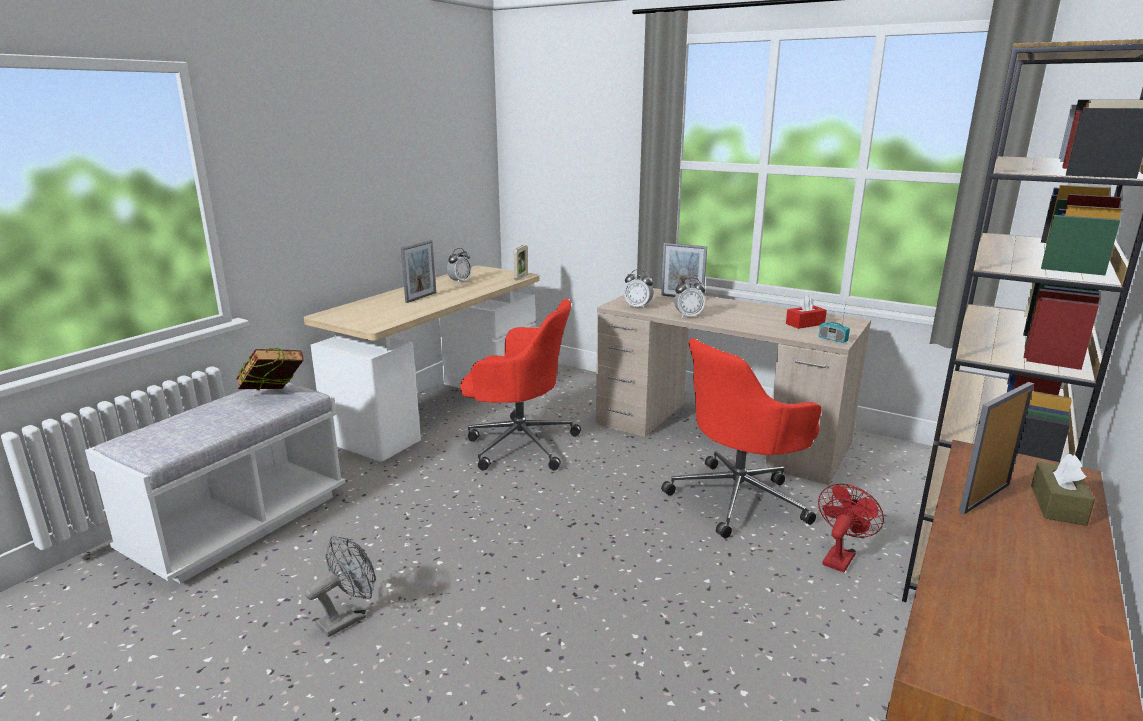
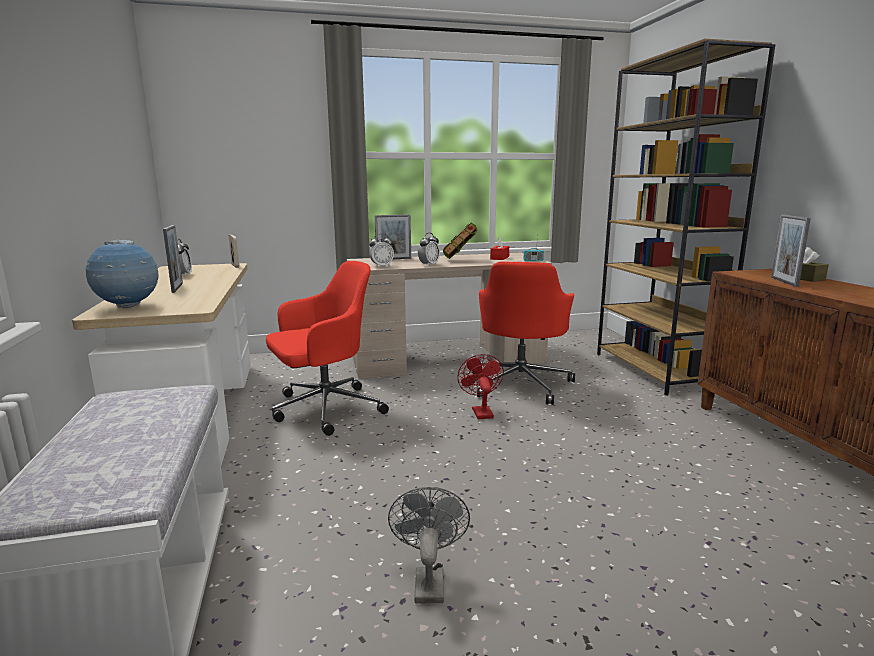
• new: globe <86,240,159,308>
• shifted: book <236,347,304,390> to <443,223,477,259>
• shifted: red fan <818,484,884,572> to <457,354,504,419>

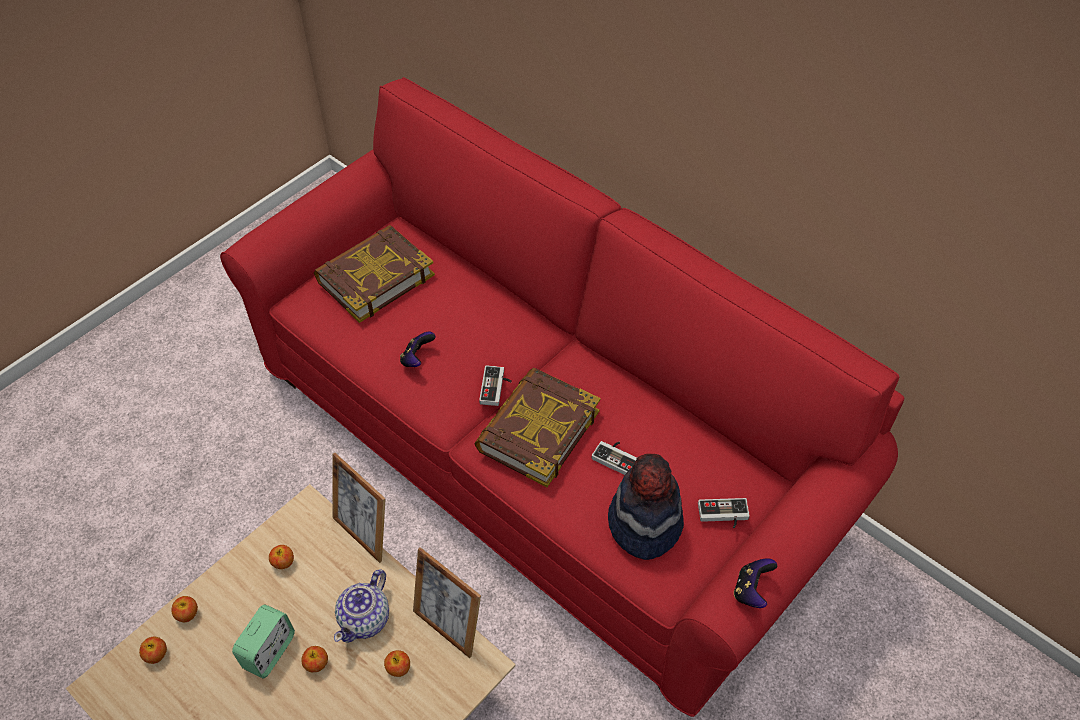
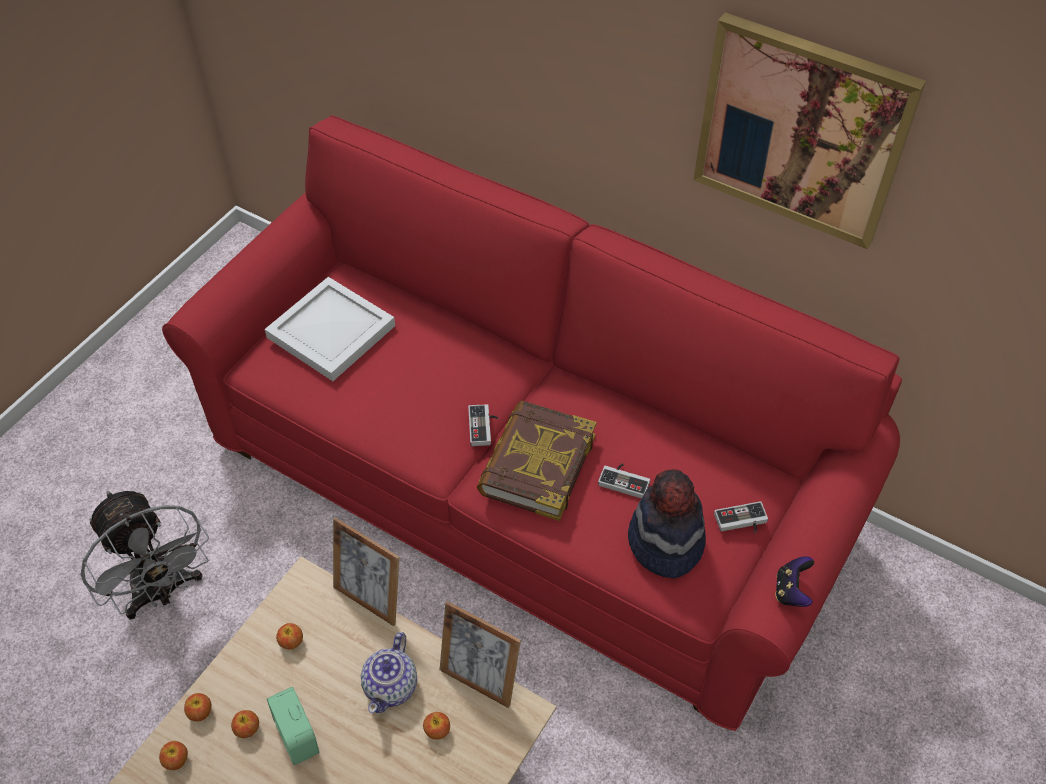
• new: grey fan <80,491,209,620>
• shifted: apple <301,646,328,672> to <231,710,259,738>
• swapped: book <314,225,435,323> to white tray <265,277,395,381>
• rotated: alarm clock <232,604,295,679> = <267,687,319,765> 135 degrees clockwise
• new: picture <694,12,926,249>
• gone: game controller <400,332,436,367>

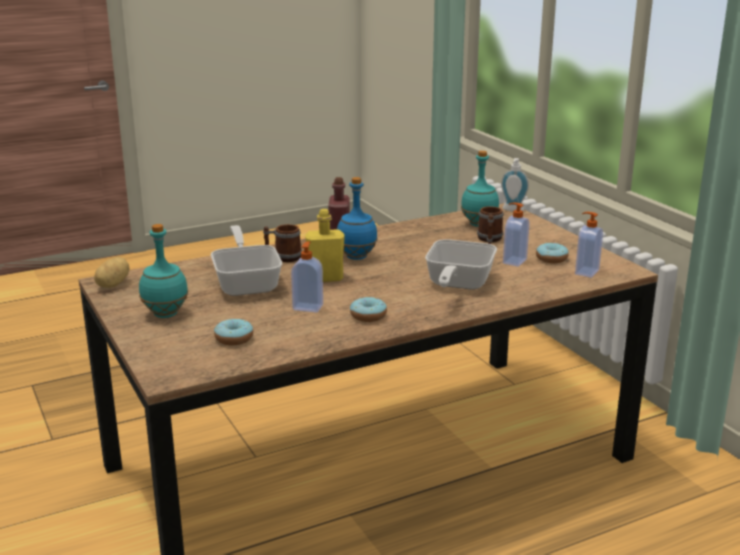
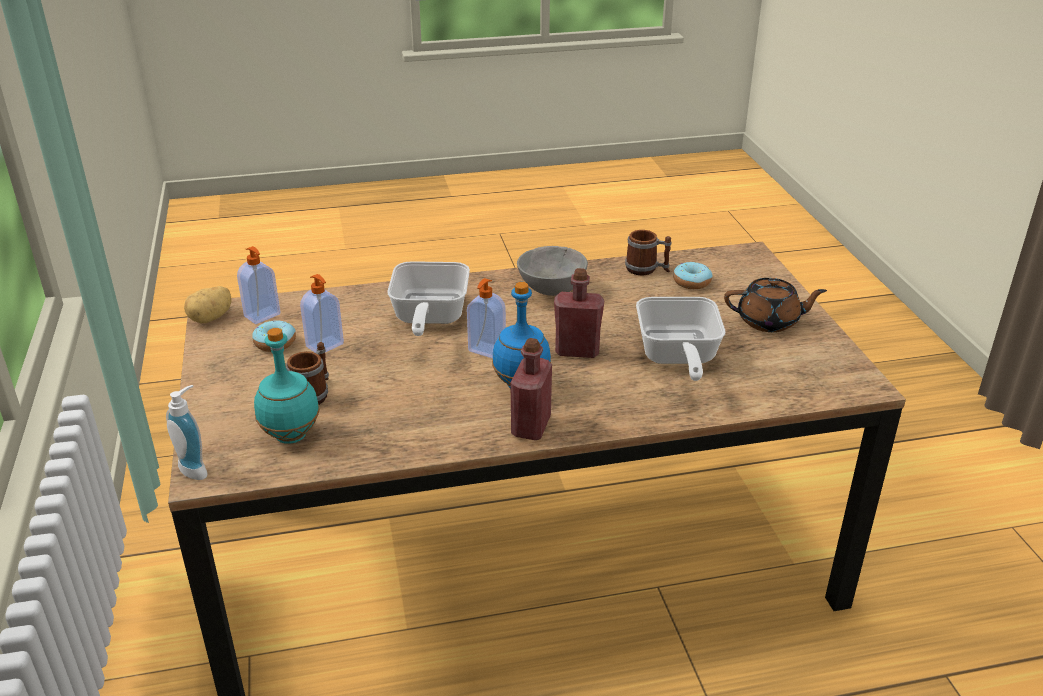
• shifted: potato <94,257,130,288> to <184,286,231,323>
• rotated: frying pan <425,239,497,290> = <387,261,470,336> 150 degrees clockwise
• shifted: soap dispenser <291,241,323,313> to <467,278,506,359>
• swapped: donut <350,297,387,322> to grey bowl <517,246,588,296>
• repainted: yellow bottle <305,209,345,282> to red bottle <554,268,604,358>
• shifted: mug <263,224,302,262> to <625,230,671,275>
• swapped: turquoise bottle <139,224,188,318> to brown teapot <724,278,827,332>

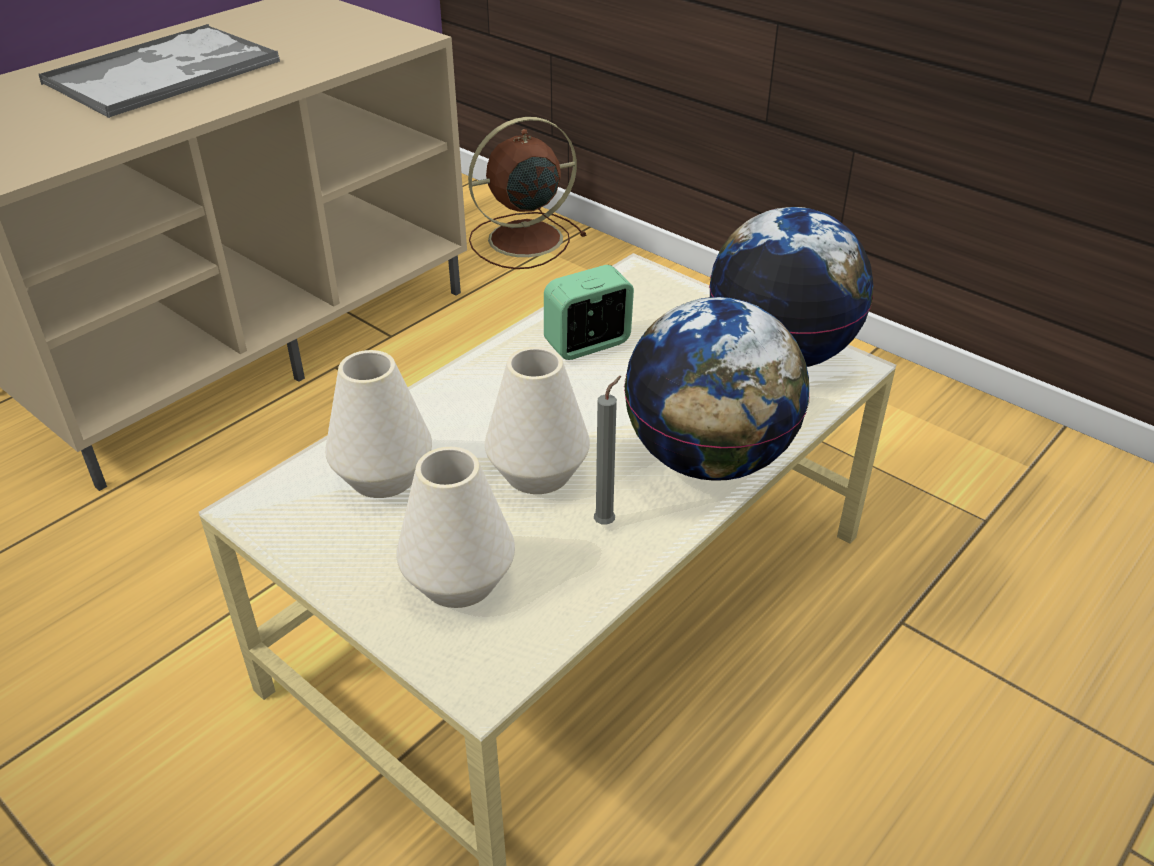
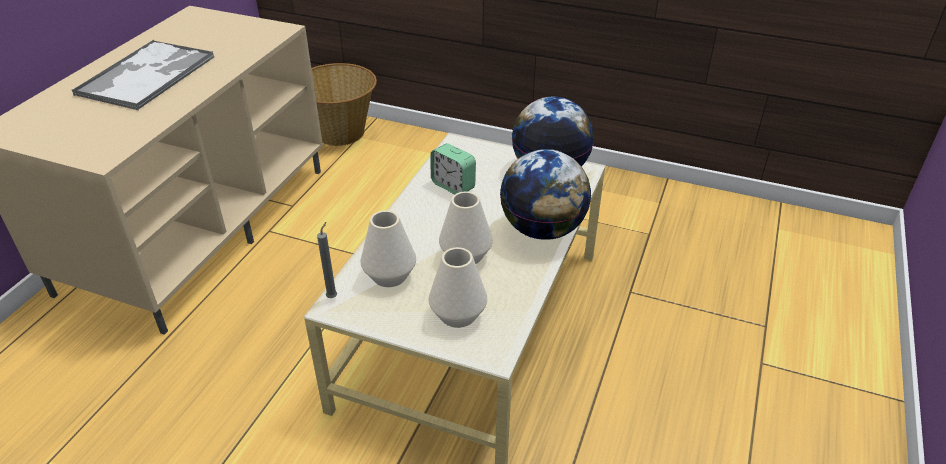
• swapped: brown fan <468,117,587,269> to basket <311,63,377,146>
• shifted: grey candle <594,376,621,525> to <317,222,337,298>
• rotated: alarm clock <544,265,634,360> = <430,143,476,194> 90 degrees counterclockwise

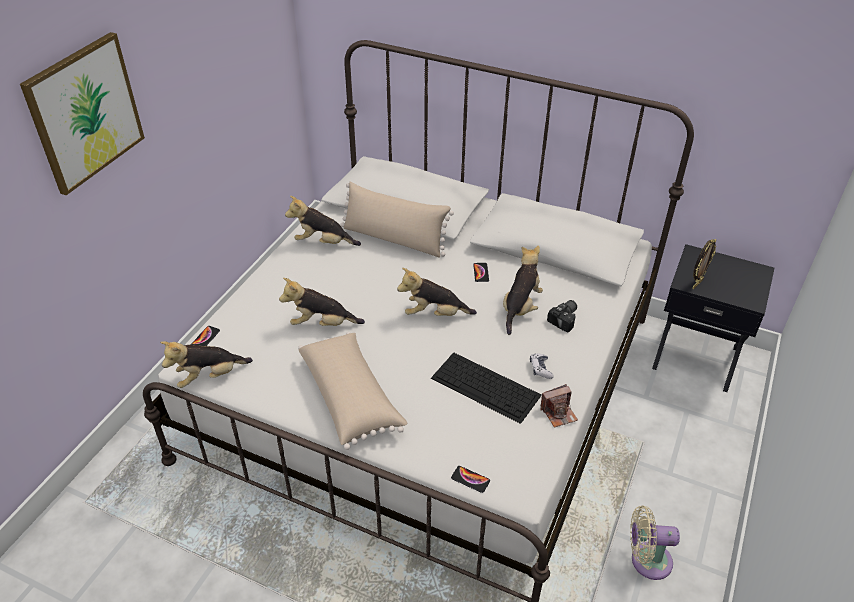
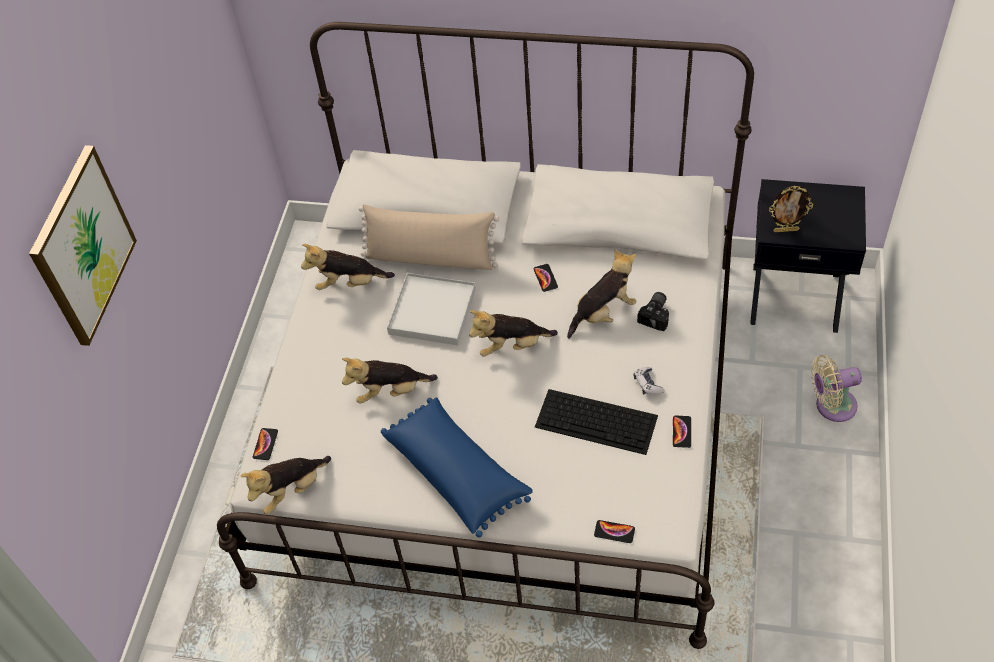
• repainted: beige pillow <298,332,407,450> to blue pillow <381,397,533,537>
• new: white tray <387,273,476,345>
• rotated: plush toy <503,245,543,335> = <567,249,636,339> 45 degrees clockwise
• swapped: photo camera <541,384,578,428> to phone <673,416,691,448>
• rotated: picture frame <692,239,716,289> = <769,186,813,233> 60 degrees clockwise
• shifted: beige fan <630,505,680,580> to <811,355,862,422>

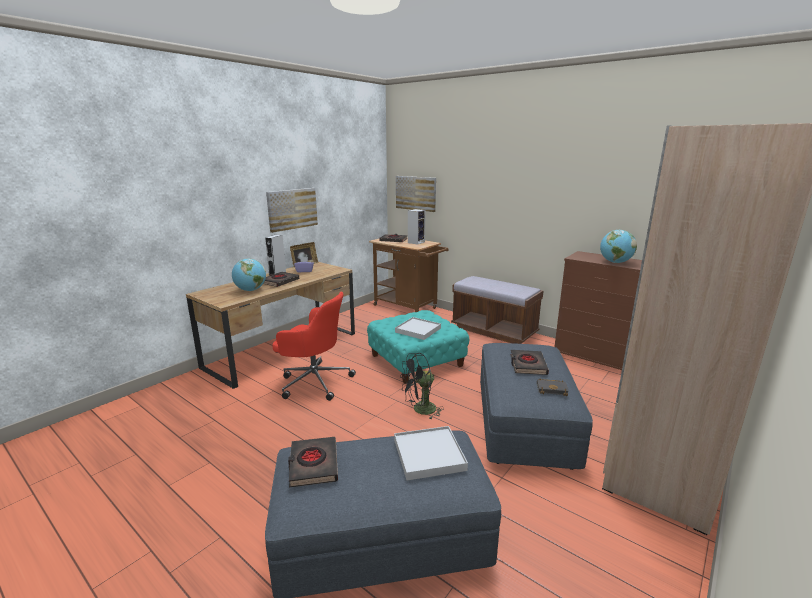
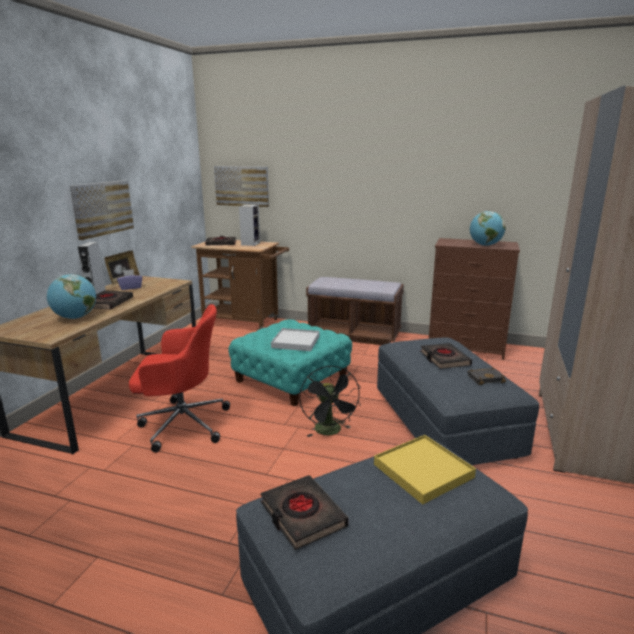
• rotated: black fan <400,353,444,420> = <299,366,361,437> 60 degrees counterclockwise
• repainted: white tray <394,426,468,480> to yellow tray <374,435,476,505>

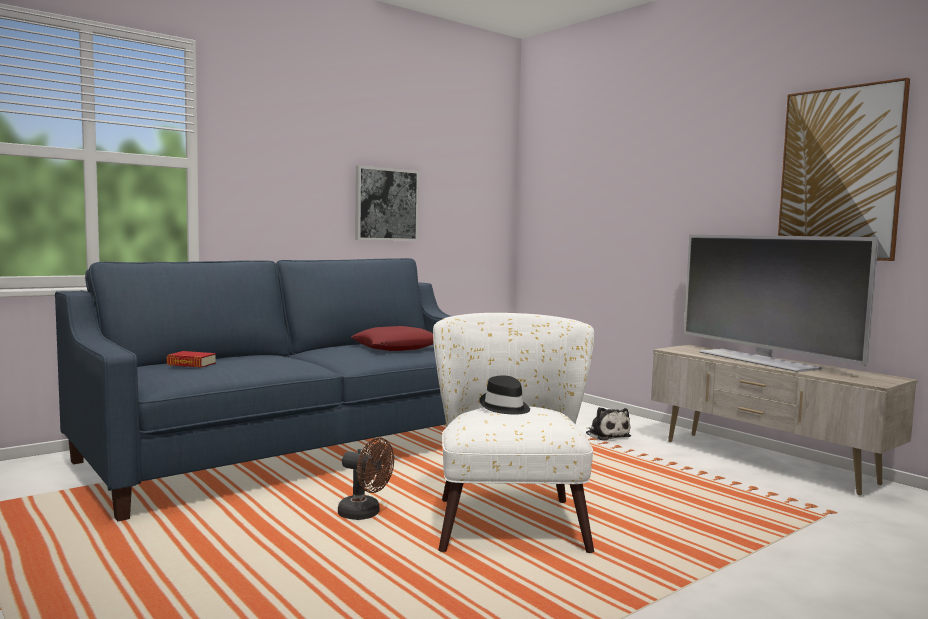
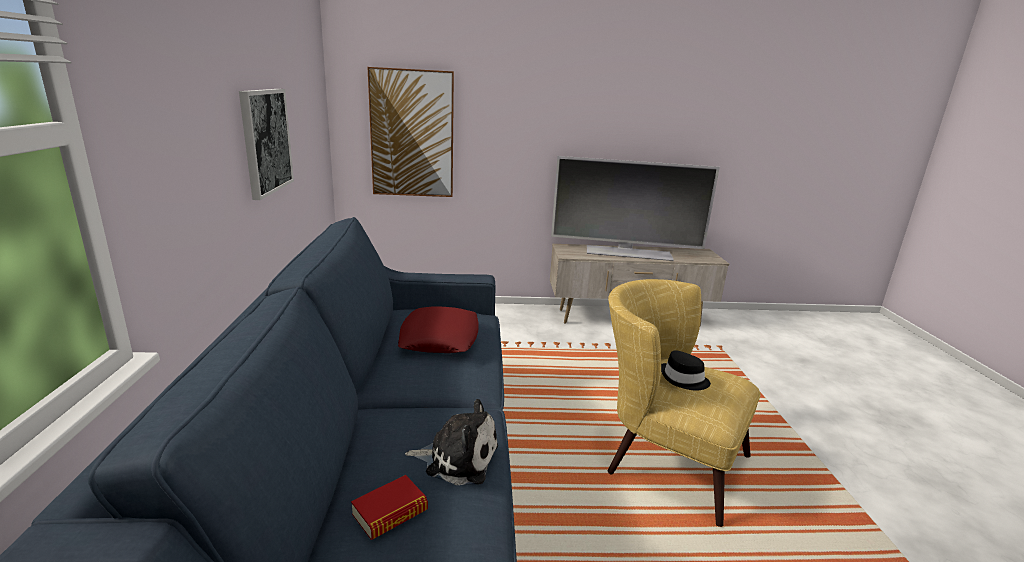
• shifted: picture <778,78,910,261> to <367,67,454,197>
• shifted: plush toy <586,407,631,441> to <405,399,498,485>
• repainted: white armchair <433,313,594,553> to yellow armchair <608,279,761,527>
• gone: brown fan <338,438,394,520>

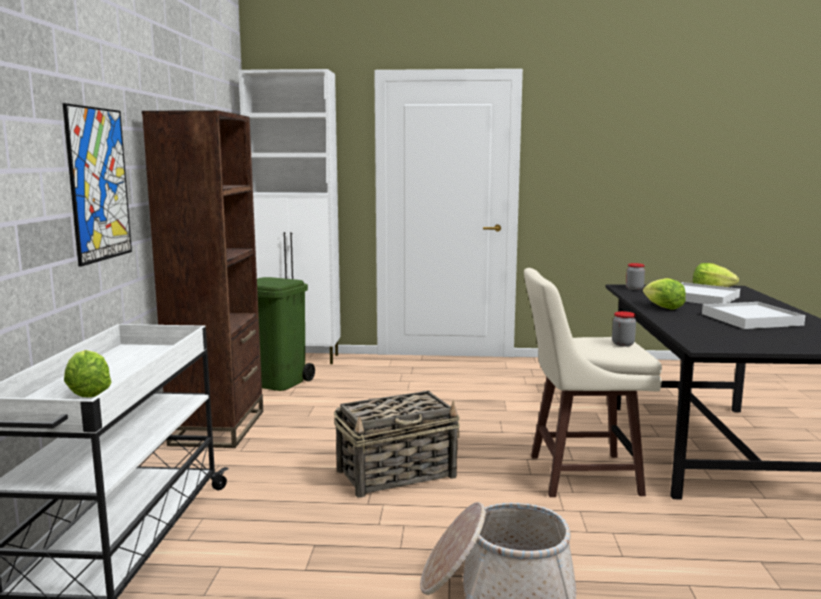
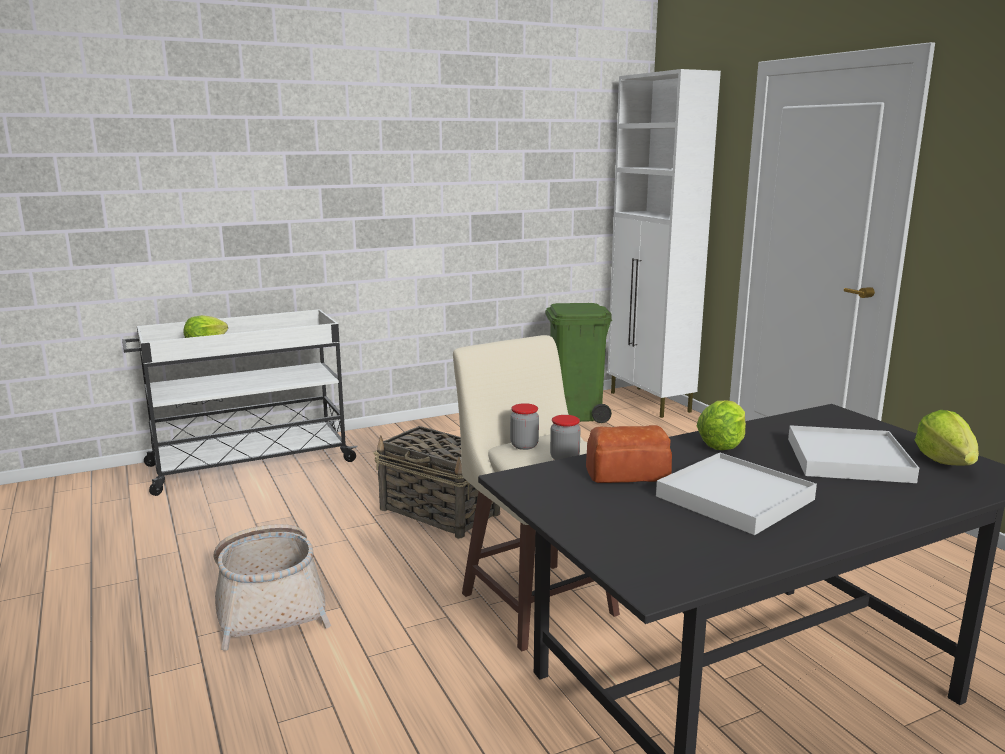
• shifted: jar <626,263,645,290> to <510,403,539,450>
• new: bread <586,425,672,483>
• gone: picture <63,103,132,267>
• gone: brown bookcase <142,110,263,448>

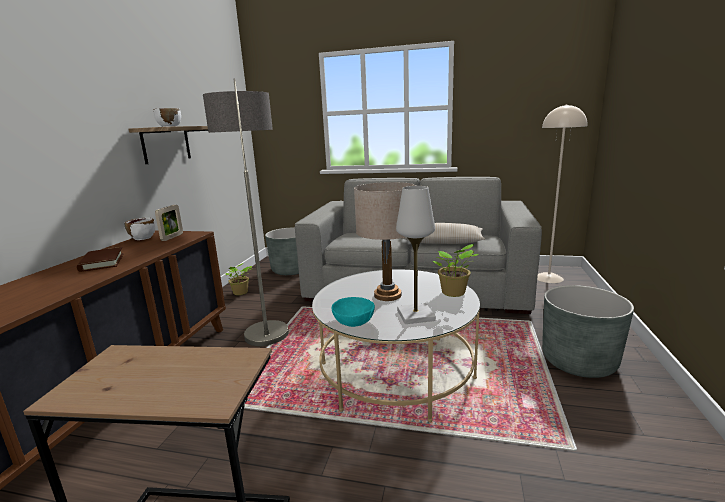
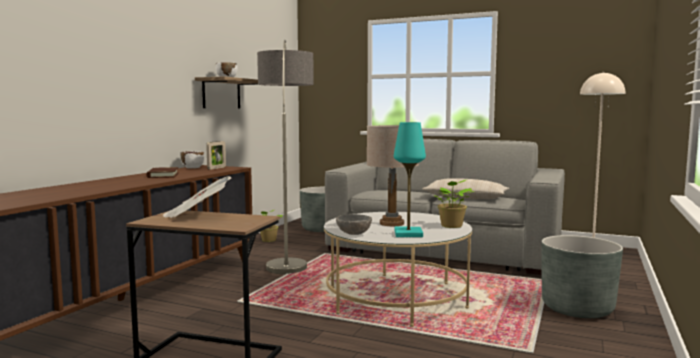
• new: newspaper <162,176,232,218>
• repainted: turquoise bowl <332,297,375,327> to grey bowl <336,214,372,235>
• repainted: white table lamp <396,186,436,324> to turquoise table lamp <394,122,426,237>

